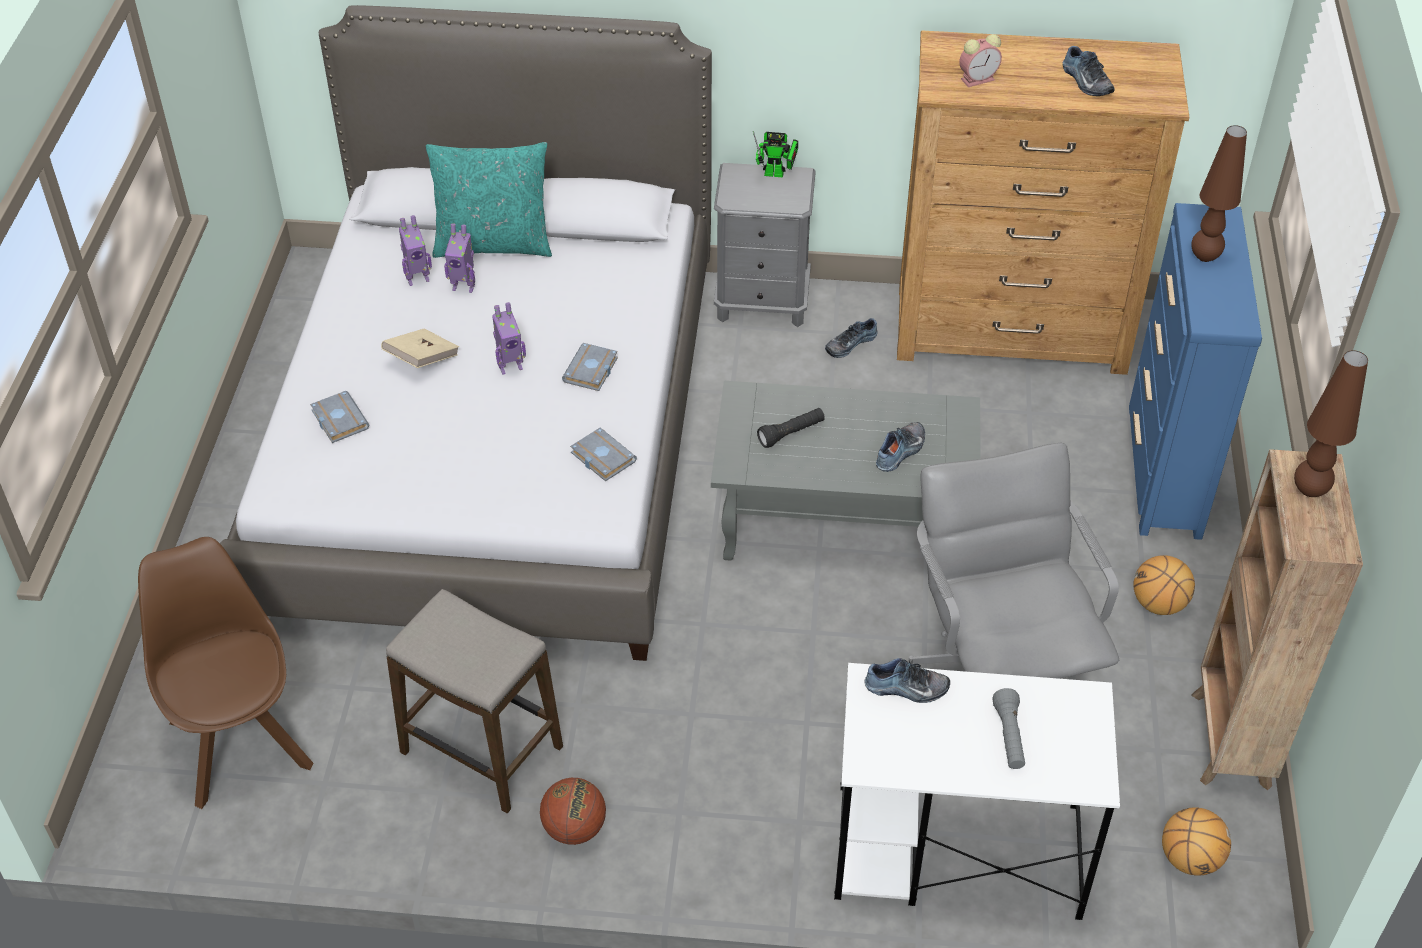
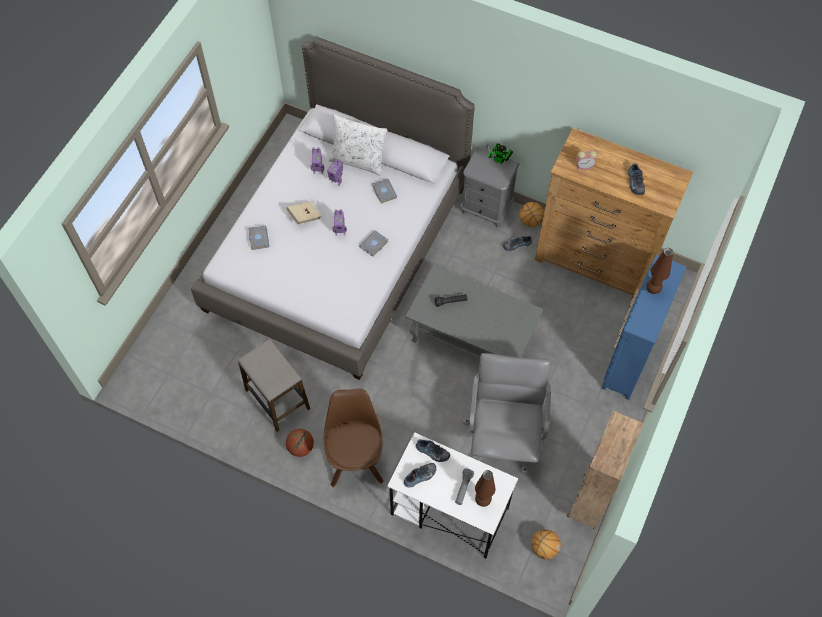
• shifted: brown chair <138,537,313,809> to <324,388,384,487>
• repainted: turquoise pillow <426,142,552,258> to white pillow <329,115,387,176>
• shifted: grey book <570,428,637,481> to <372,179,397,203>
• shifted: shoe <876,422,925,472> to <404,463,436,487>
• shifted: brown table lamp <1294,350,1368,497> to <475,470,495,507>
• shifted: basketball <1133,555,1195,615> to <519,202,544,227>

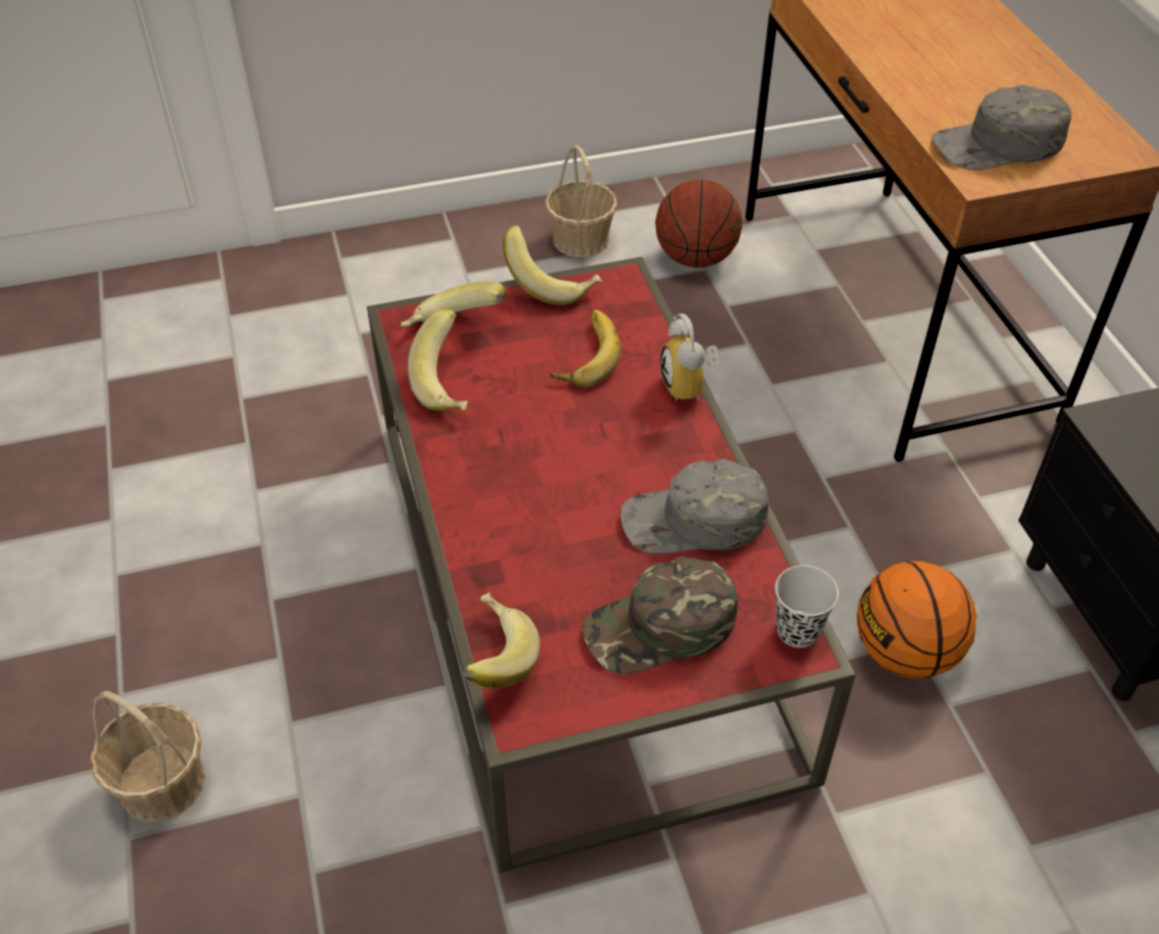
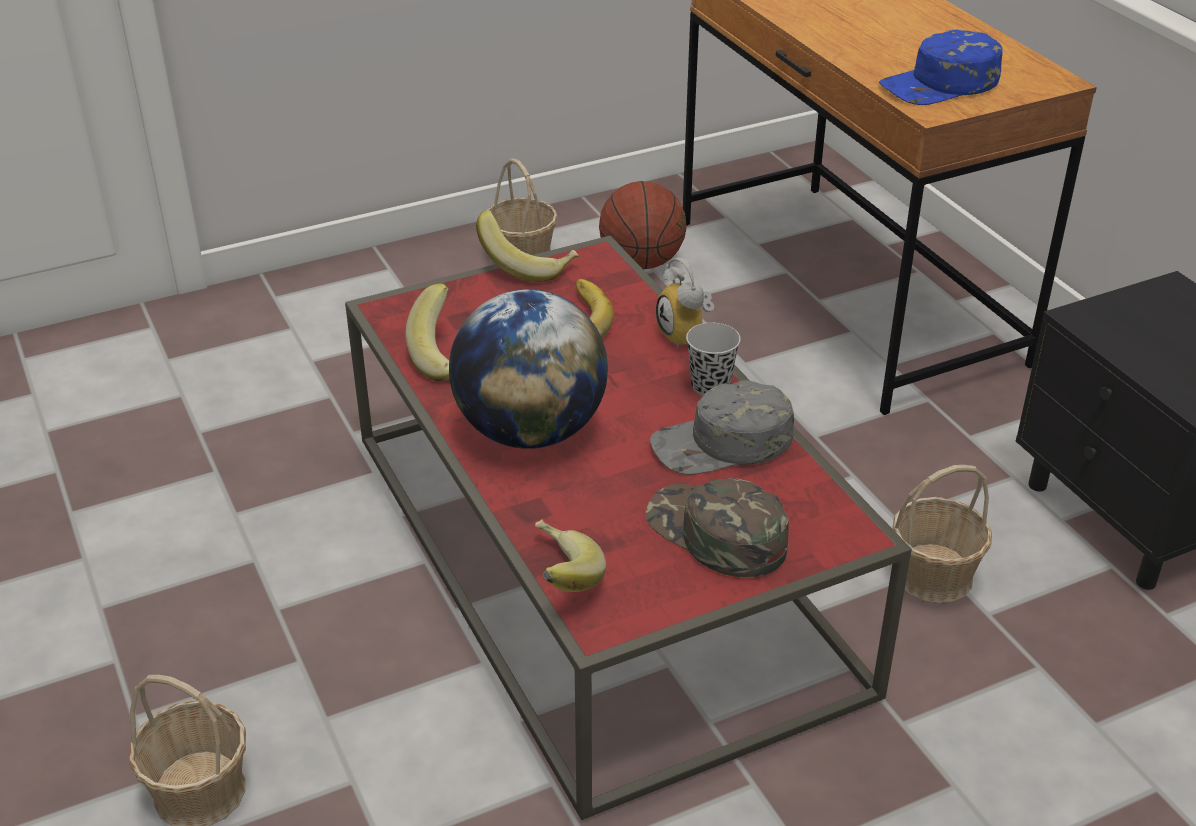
• new: globe <449,289,608,449>
• rotated: green cap <582,556,738,674> = <646,478,789,577> 75 degrees clockwise
• shifted: black cup <775,565,838,648> to <686,323,741,396>
• repainted: grey cap <932,85,1072,170> to blue cap <879,30,1003,105>
• swapped: basketball <857,561,977,678> to basket <892,465,992,603>
• gone: banana <401,281,507,328>

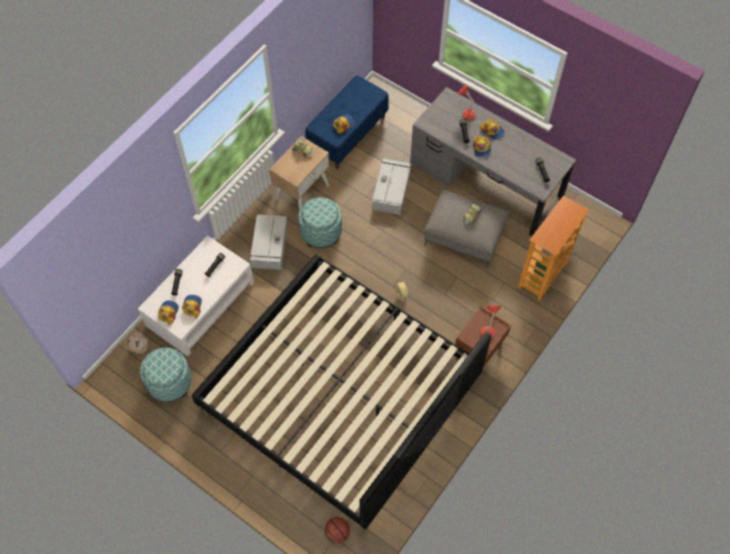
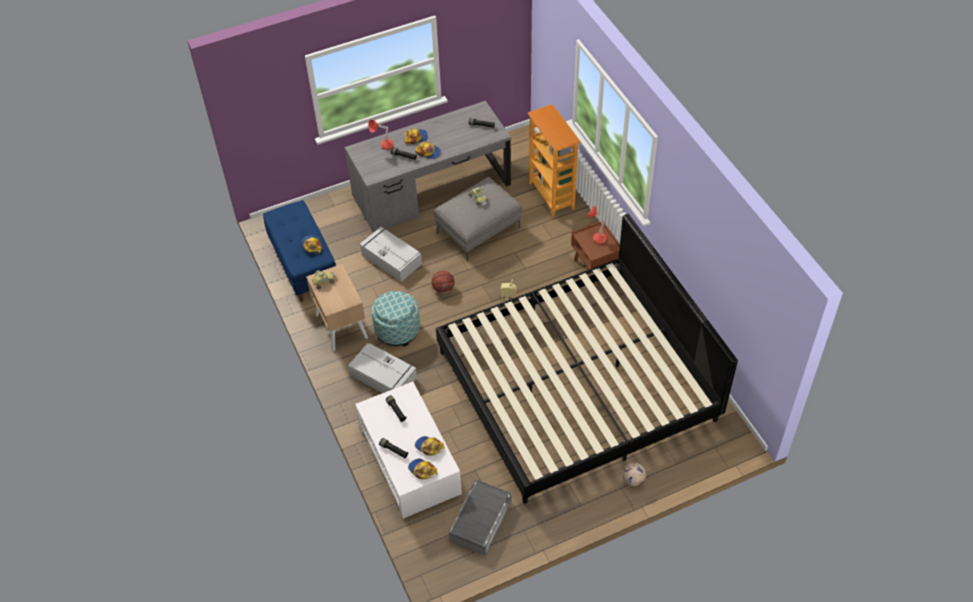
• shifted: basketball <325,517,350,543> to <432,271,455,293>
• swapped: ottoman <140,348,192,402> to grey storage box <448,480,511,555>
• shifted: football <127,333,149,354> to <622,462,646,486>

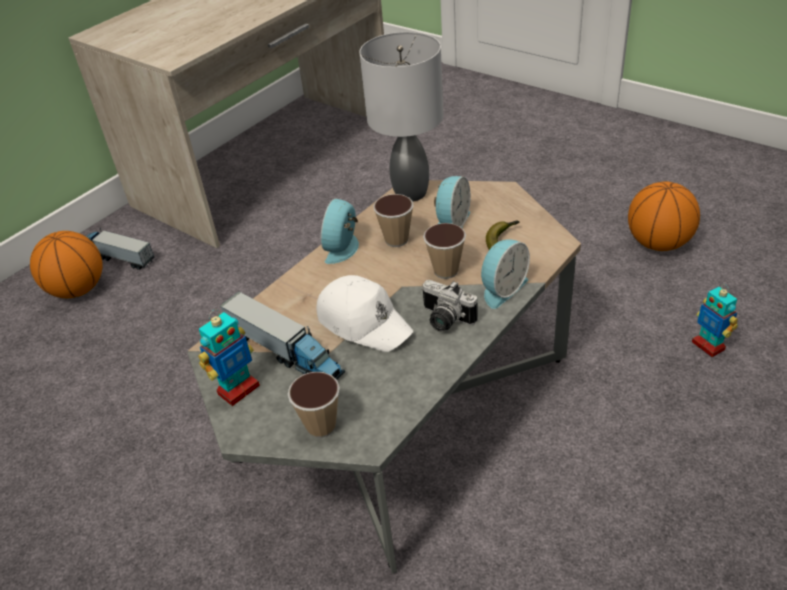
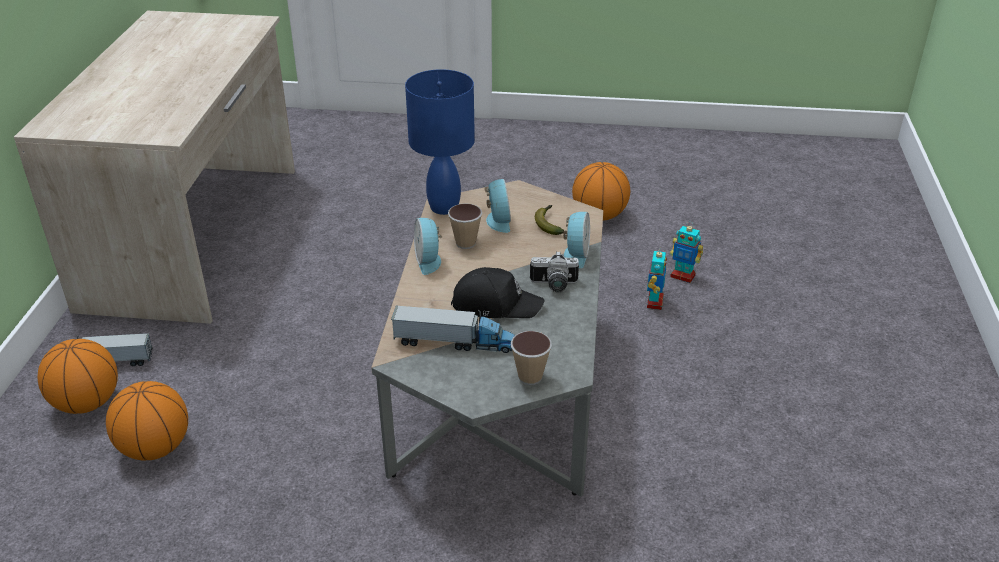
• new: basketball <106,381,188,461>
• repainted: grey table lamp <359,32,444,201> to blue table lamp <405,69,475,215>
• repainted: white cap <317,275,413,352> to black cap <451,267,545,318>
• shifted: toy robot <198,309,260,406> to <647,250,667,310>
• gone: cup <423,223,466,279>

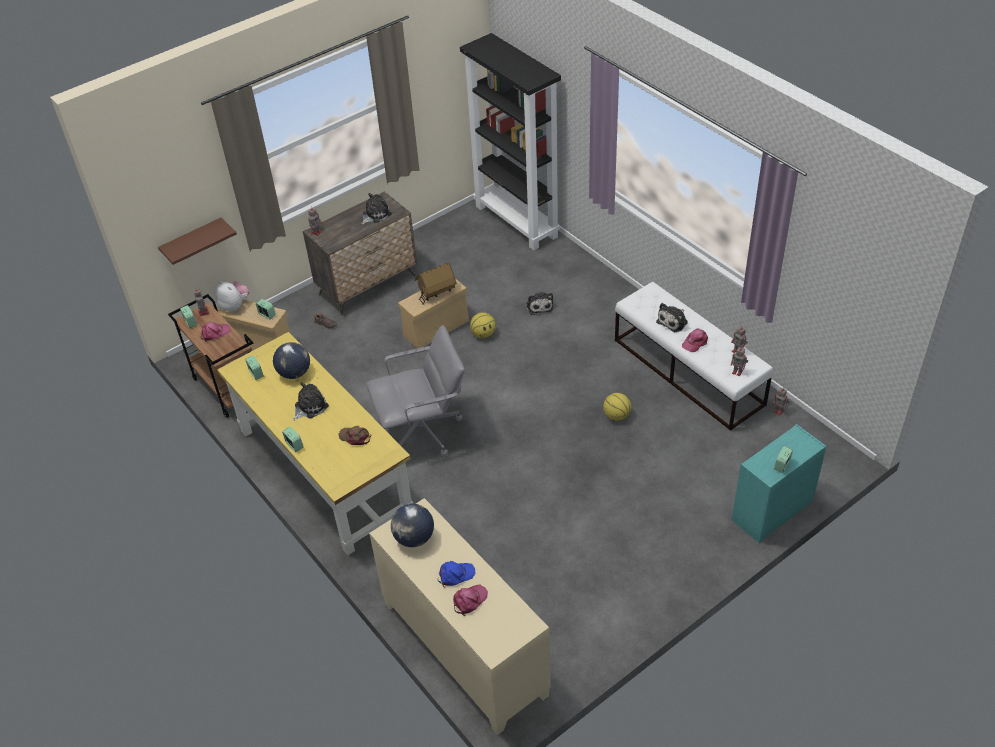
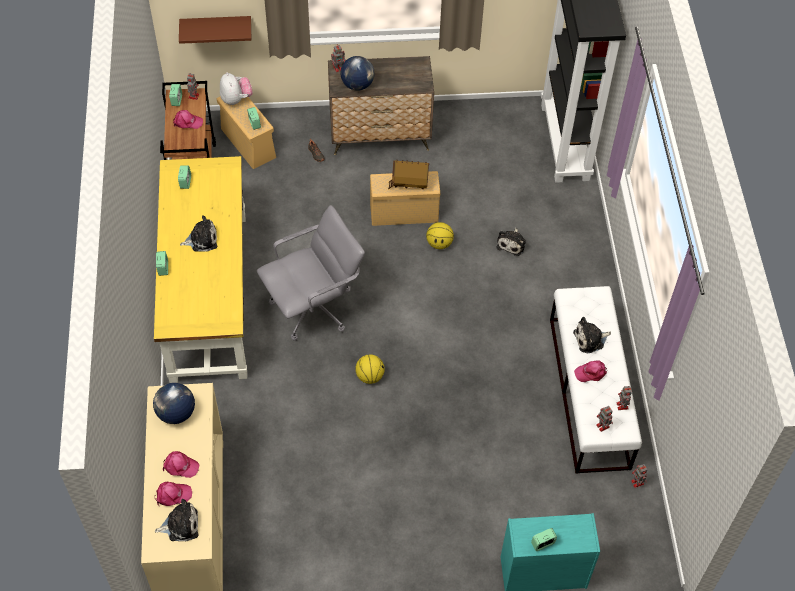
• shifted: plush toy <361,193,392,225> to <155,499,198,541>
• repainted: blue cap <438,561,476,587> to pink cap <163,451,199,478>
• rotated: grey office chair <366,325,465,456> = <257,205,365,341> 45 degrees counterclockwise
• shifted: globe <273,342,310,379> to <340,56,375,91>
• shifted: basketball <603,393,631,421> to <355,354,385,384>
• gone: brown cap <338,426,371,445>

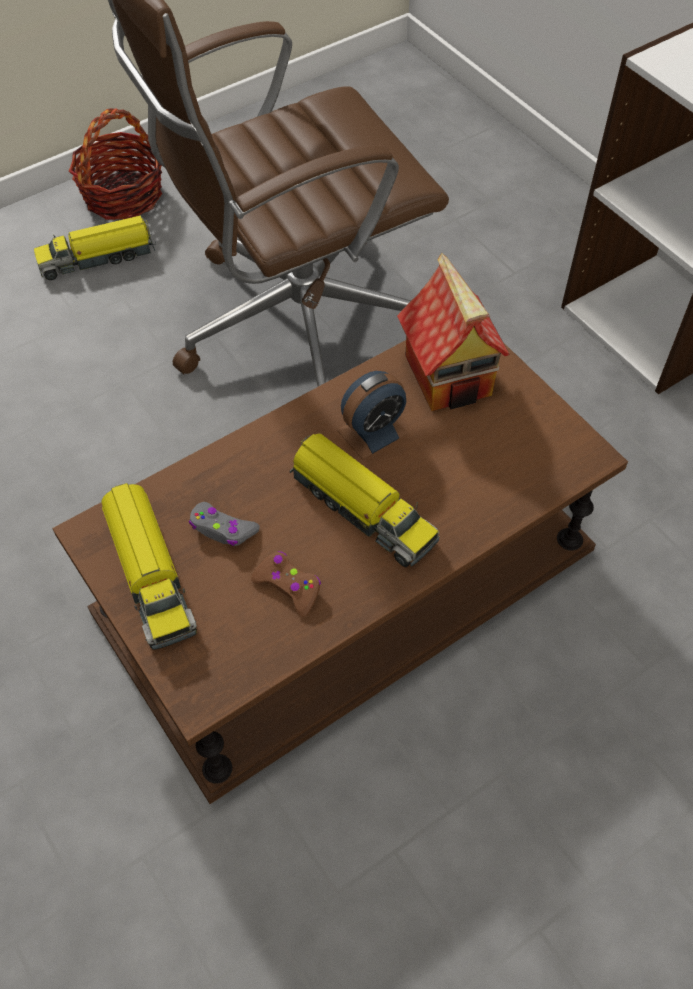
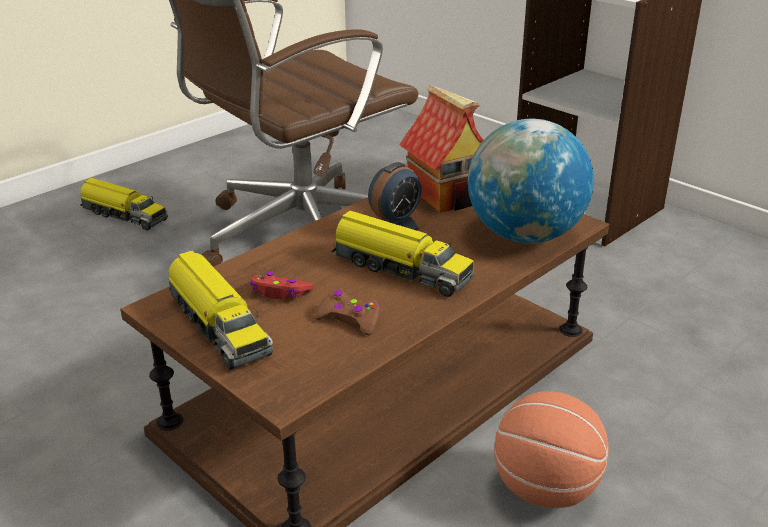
• rotated: toy truck <34,215,156,280> = <80,178,168,231> 120 degrees counterclockwise
• repainted: grey game controller <189,502,260,546> to red game controller <250,272,314,299>
• new: globe <468,119,594,243>
• new: basketball <494,391,609,508>
• gone: basket <69,108,162,220>

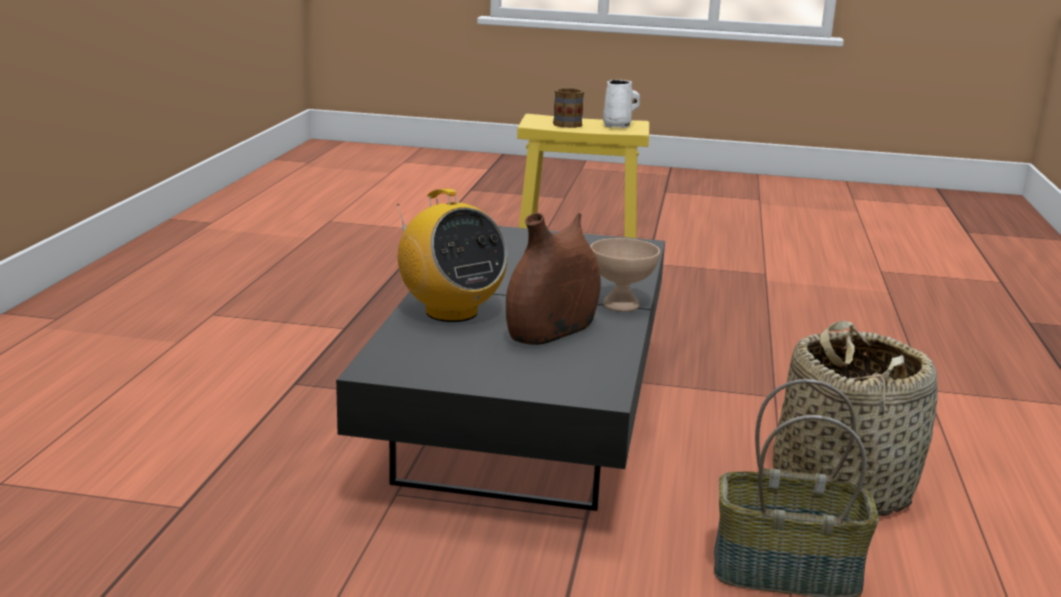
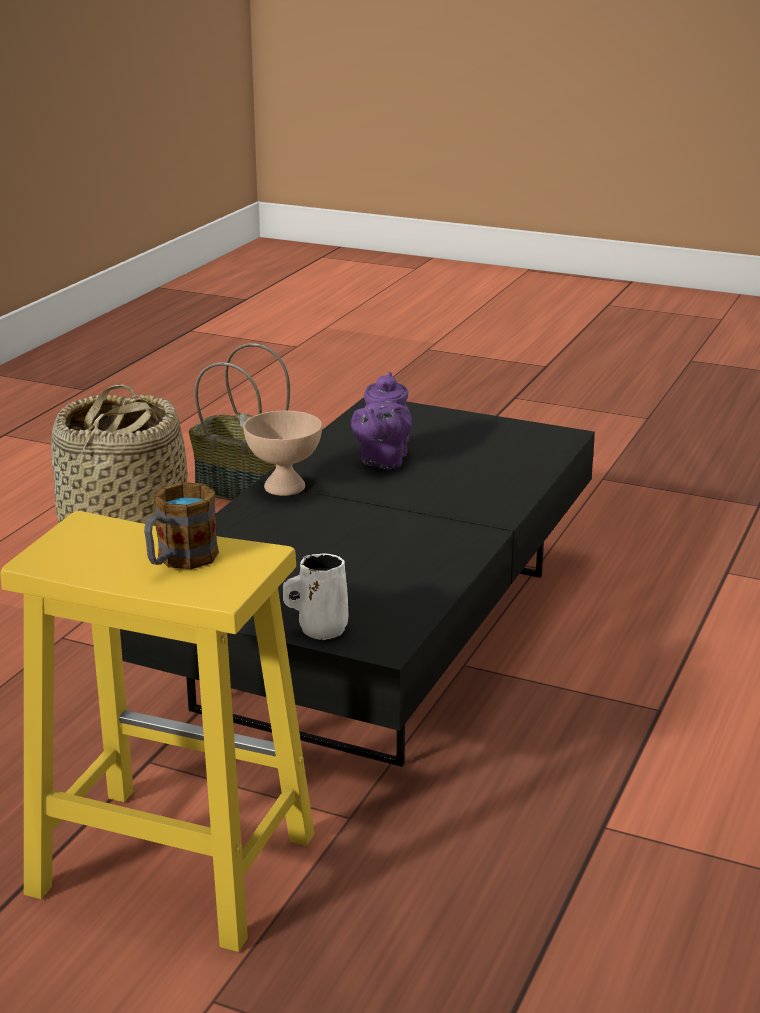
• shifted: white mug <603,80,640,128> to <283,553,348,640>
• swapped: brown vase <506,213,601,345> to purple teapot <351,372,412,469>
• gone: radio <397,188,507,322>

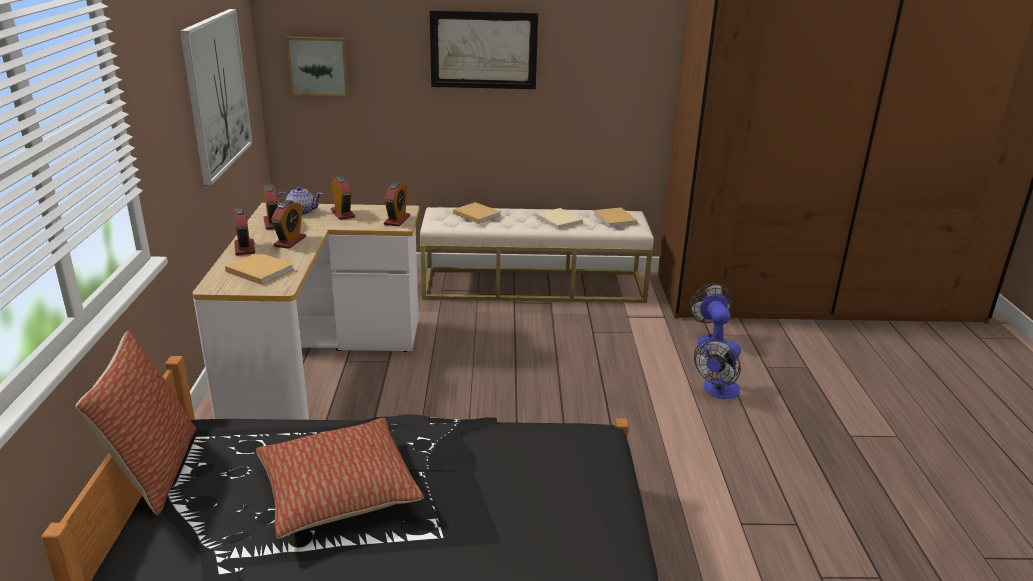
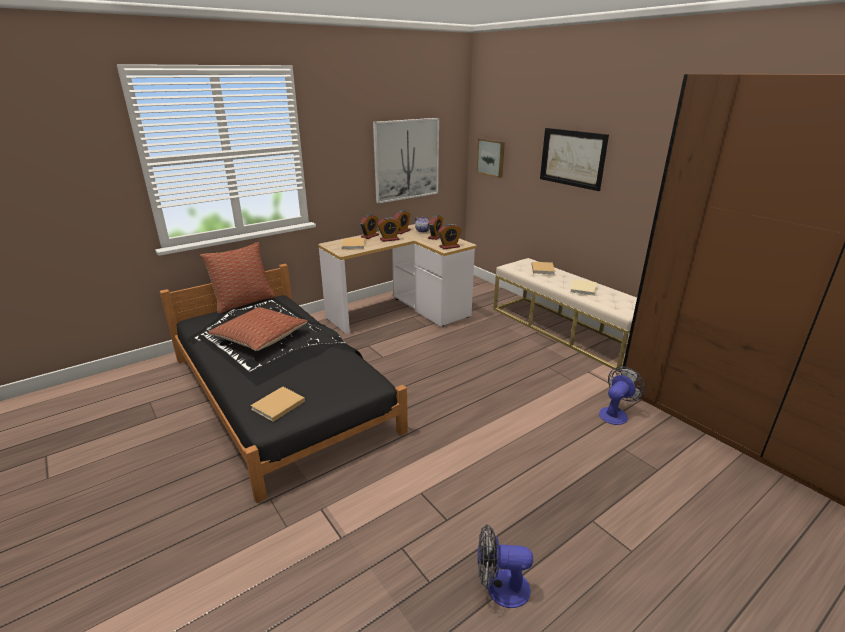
• shifted: beige book <593,208,637,228> to <250,386,305,422>
• shifted: fan <694,339,741,399> to <478,524,533,608>

